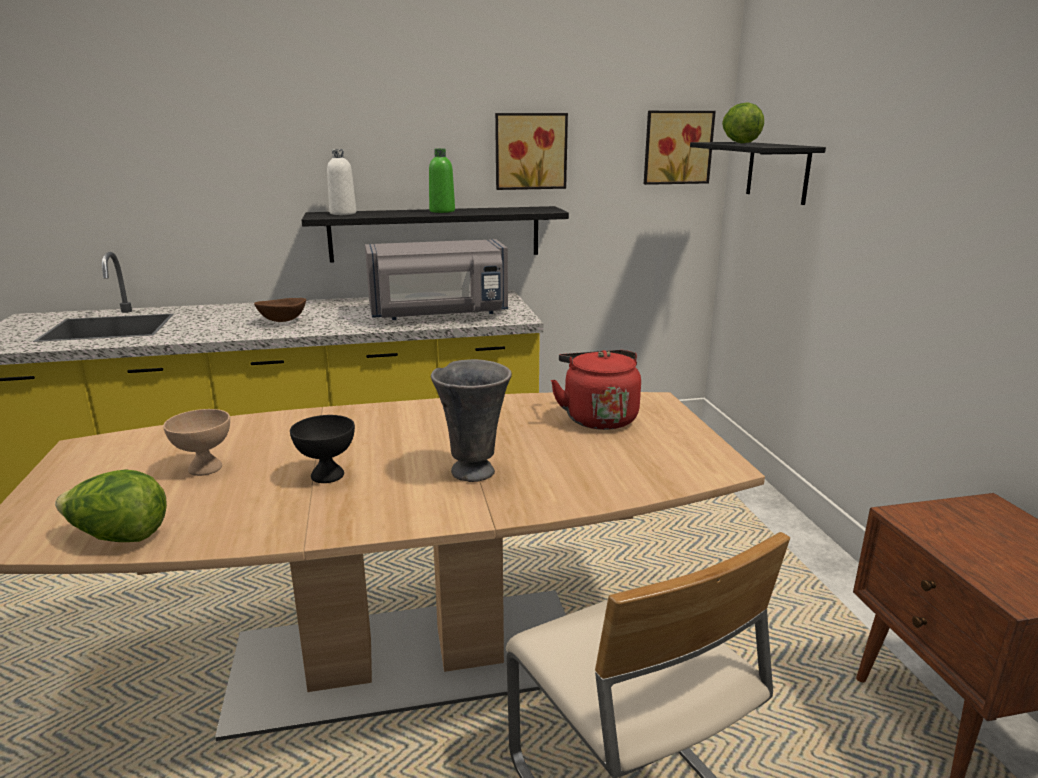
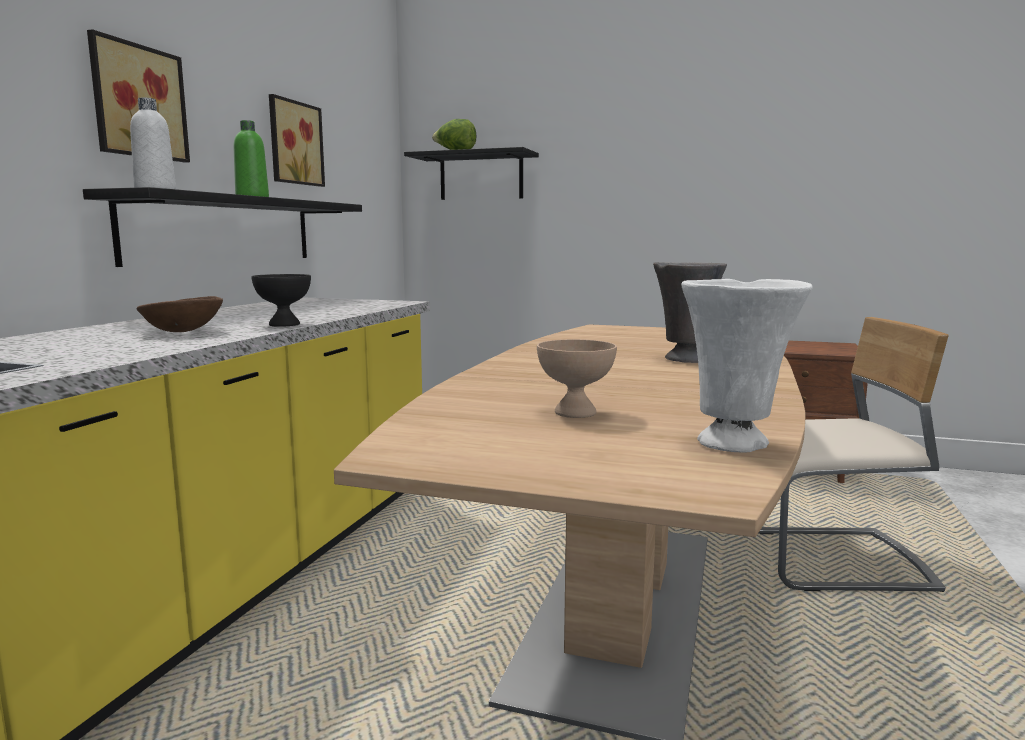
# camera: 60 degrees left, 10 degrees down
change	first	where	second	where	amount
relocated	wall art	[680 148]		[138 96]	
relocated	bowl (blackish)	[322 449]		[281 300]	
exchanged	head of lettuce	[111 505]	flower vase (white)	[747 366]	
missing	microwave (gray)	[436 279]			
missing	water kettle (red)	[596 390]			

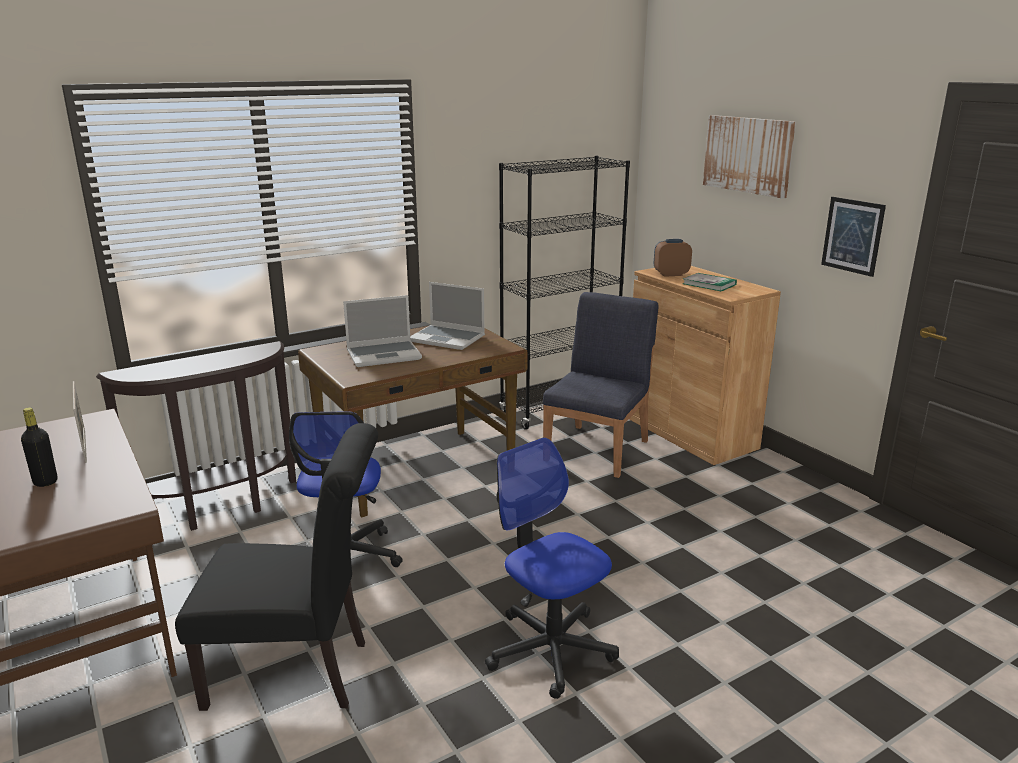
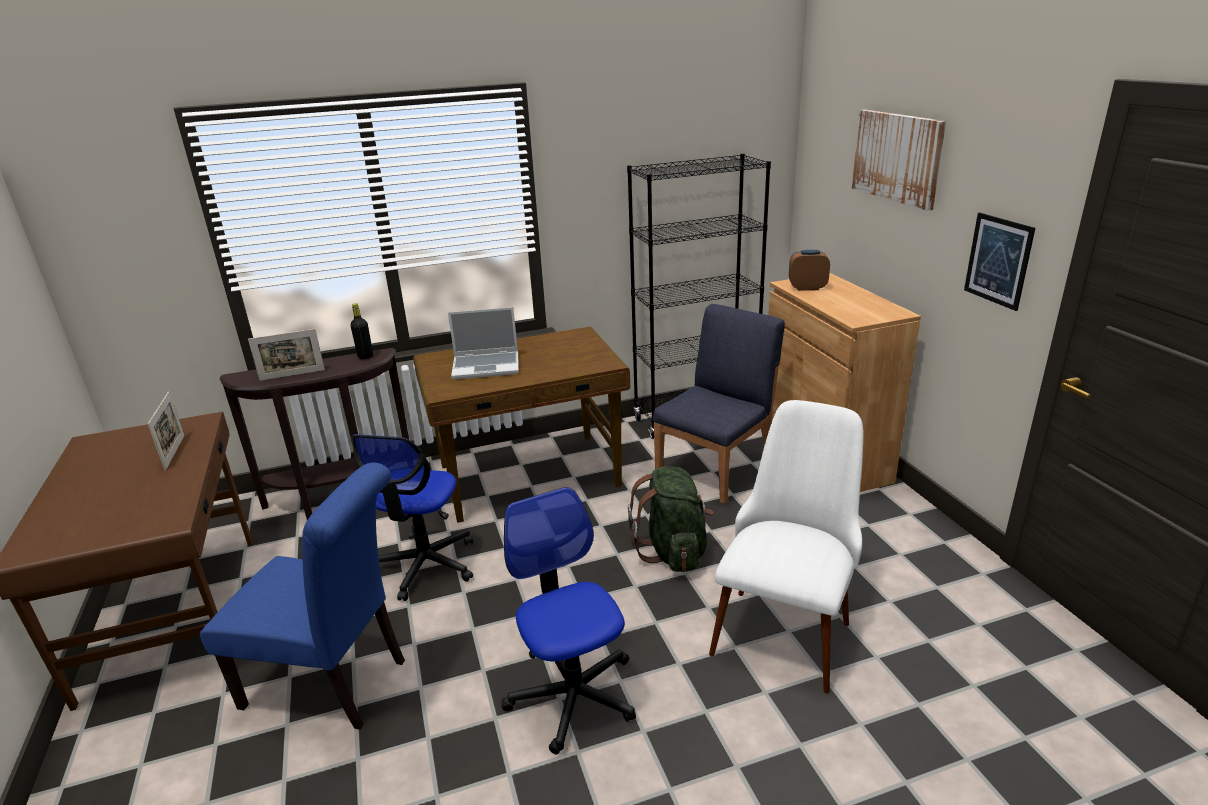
# camera: 15 degrees right, 5 degrees up
change	first	where	second	where	amount
colour	plain chair (blackish)	[276 567]	plain chair (blue)	[302 596]	
appeared			picture frame	[286 355]	
relocated	drink bottle (blackish)	[39 447]		[361 331]	
appeared			knapsack (green)	[670 519]	
appeared			plain chair (white)	[786 546]	
missing	notebook computer	[447 316]			
missing	bound book	[710 282]			

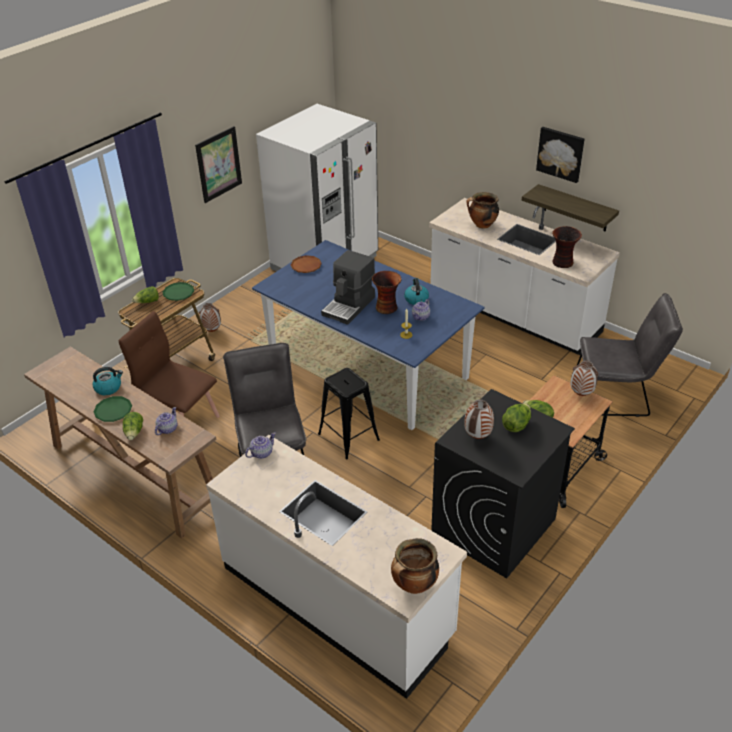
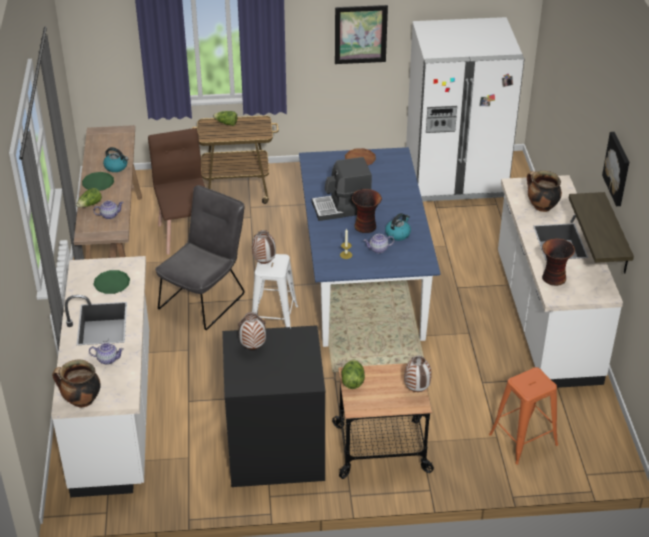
# camera: 45 degrees right, 0 degrees up
change	first	where	second	where	amount
relocated	pot for tea	[260 445]		[106 354]	
relocated	dinner plate (green)	[178 291]		[111 282]	
relocated	flower vase	[210 317]		[264 247]	
colour	stool (blackish)	[349 413]	stool (white)	[275 291]	
exchanged	plain chair (gray)	[630 355]	stool (orange-coloured)	[523 416]	
missing	head of lettuce	[516 418]			

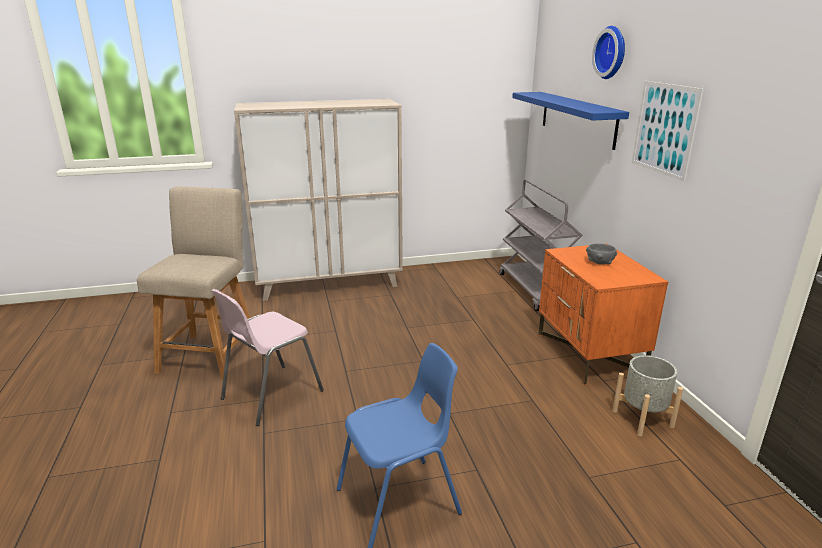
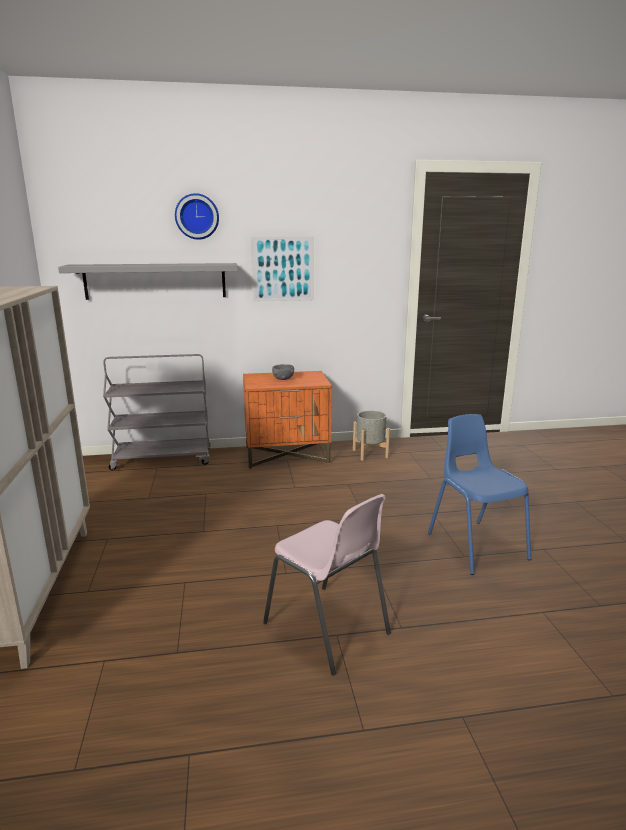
# camera: 85 degrees left, 5 degrees down
change	first	where	second	where	amount
colour	bracket shelf (blue)	[570 121]	bracket shelf (gray)	[148 281]	
missing	plain chair (beige)	[193 283]			

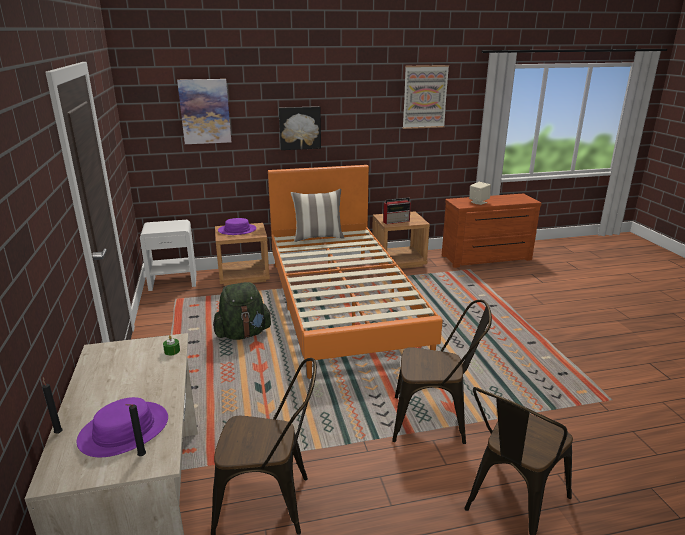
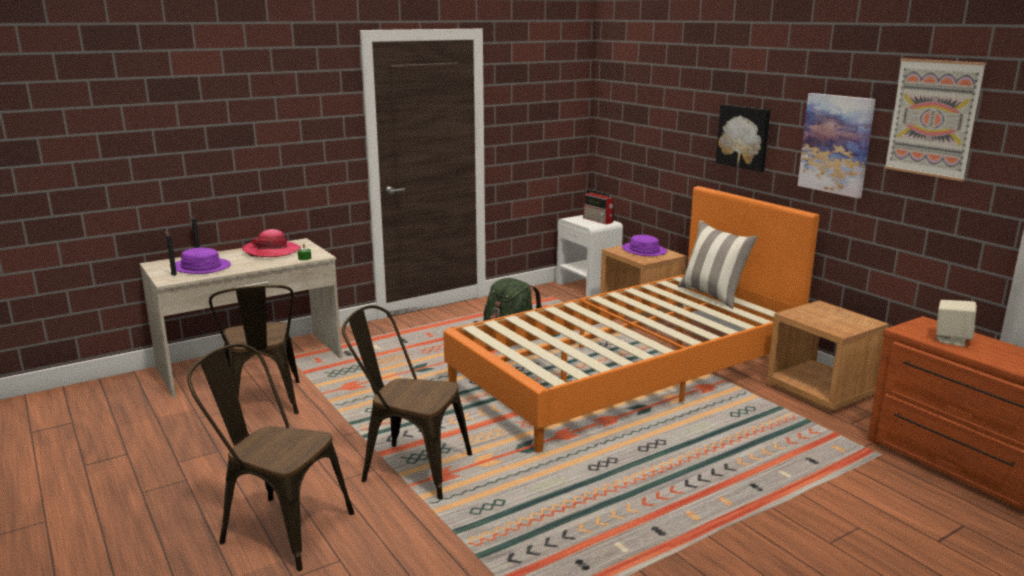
# camera: 70 degrees right, 5 degrees down
change	first	where	second	where	amount
appeared			clothing hat	[271 243]	
spun	plain chair (brown-coloured)	[442 372]		[407 402]	120 degrees clockwise
relocated	radio	[397 210]		[599 206]	
relocated	wall art	[204 111]		[836 145]	

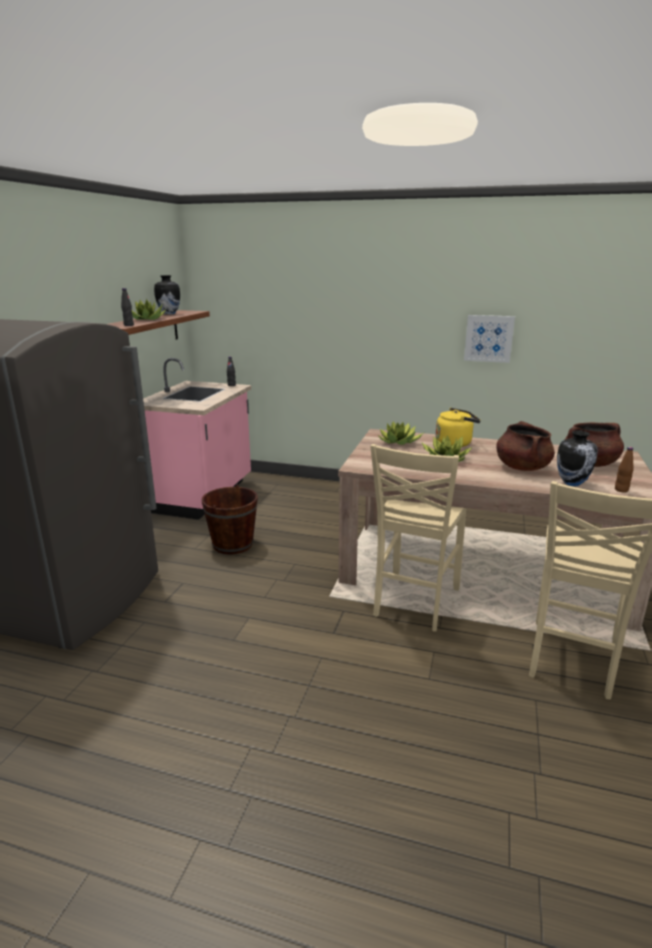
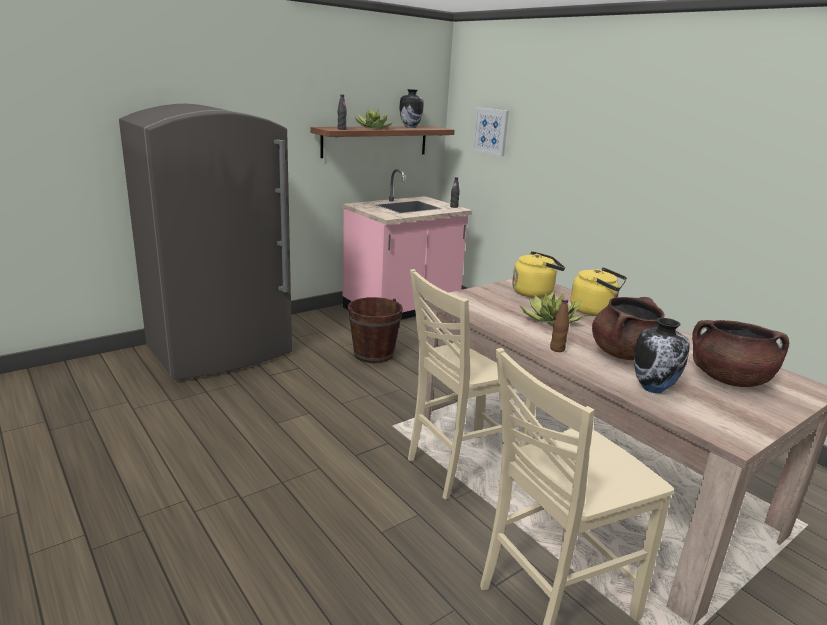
# camera: 35 degrees right, 0 degrees up
change	first	where	second	where	amount
relocated	wall art	[489 339]		[490 132]	
exchanged	plant in a pot	[400 433]	water kettle (yellow-coloured)	[538 274]	
relocated	drink bottle (brown-coloured)	[624 470]		[559 325]	

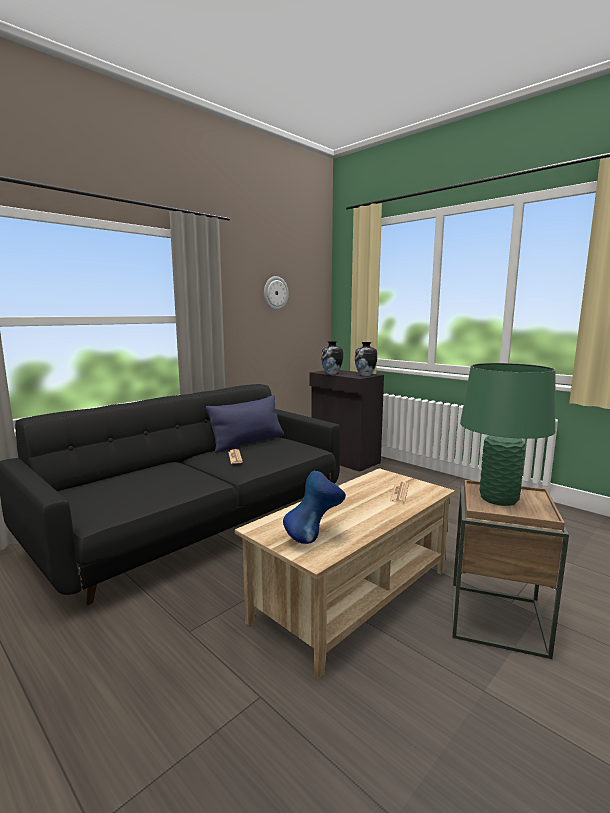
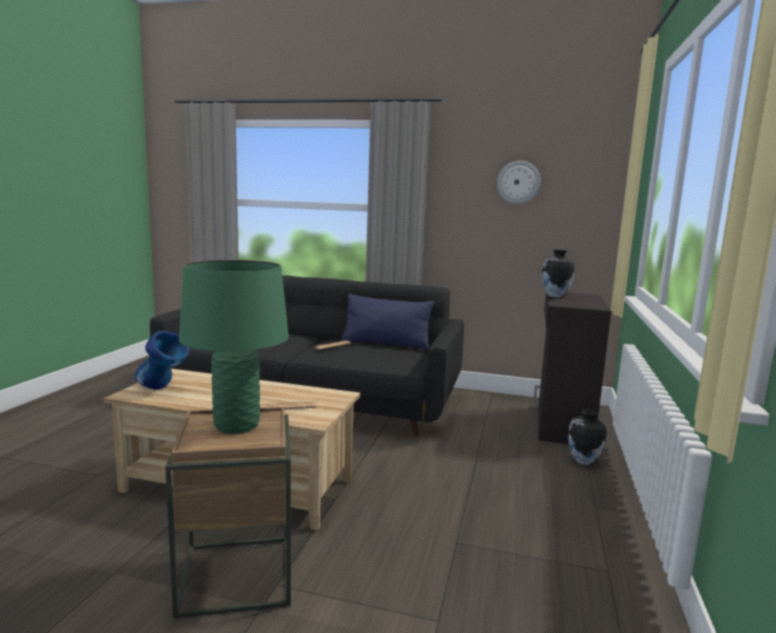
# camera: 60 degrees right, 0 degrees up
change	first	where	second	where	amount
relocated	flower vase	[366 359]		[587 437]	

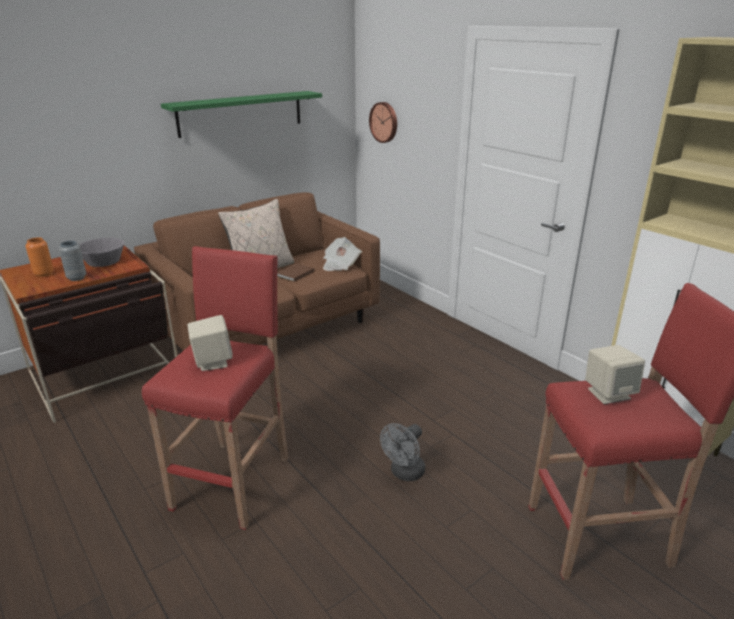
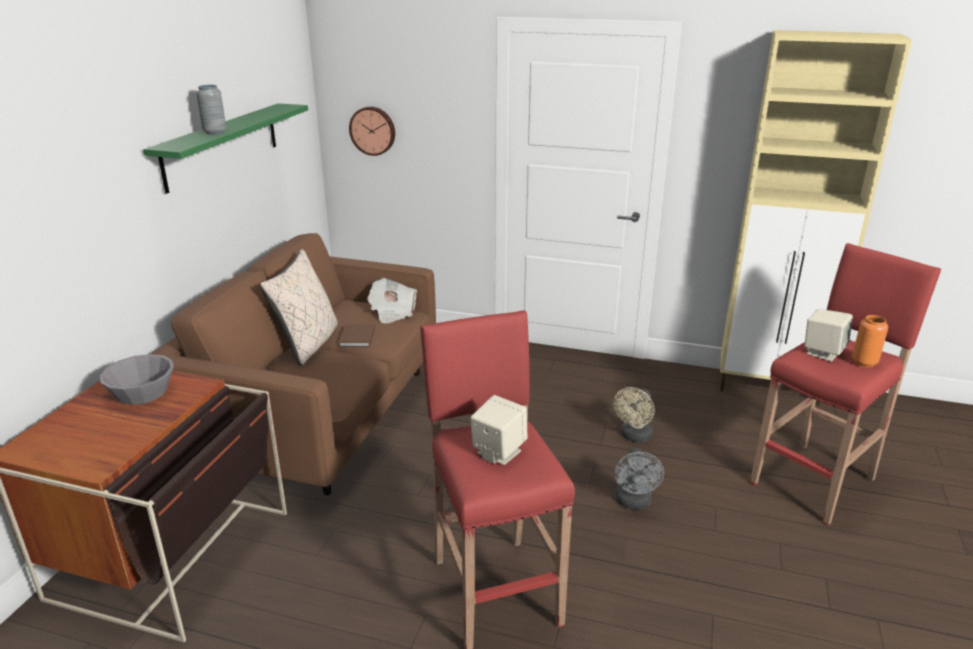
# camera: 35 degrees left, 0 degrees up
change	first	where	second	where	amount
relocated	flower vase (gray)	[72 261]		[211 110]	
appeared			fan (beige)	[634 415]	
relocated	flower vase (orange-coloured)	[40 257]		[870 341]	

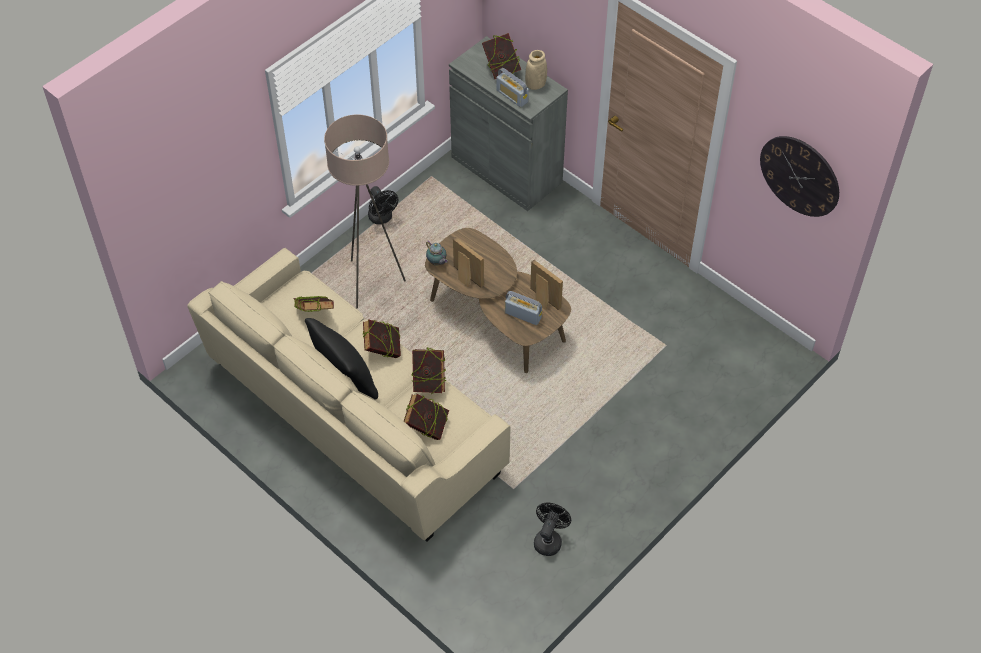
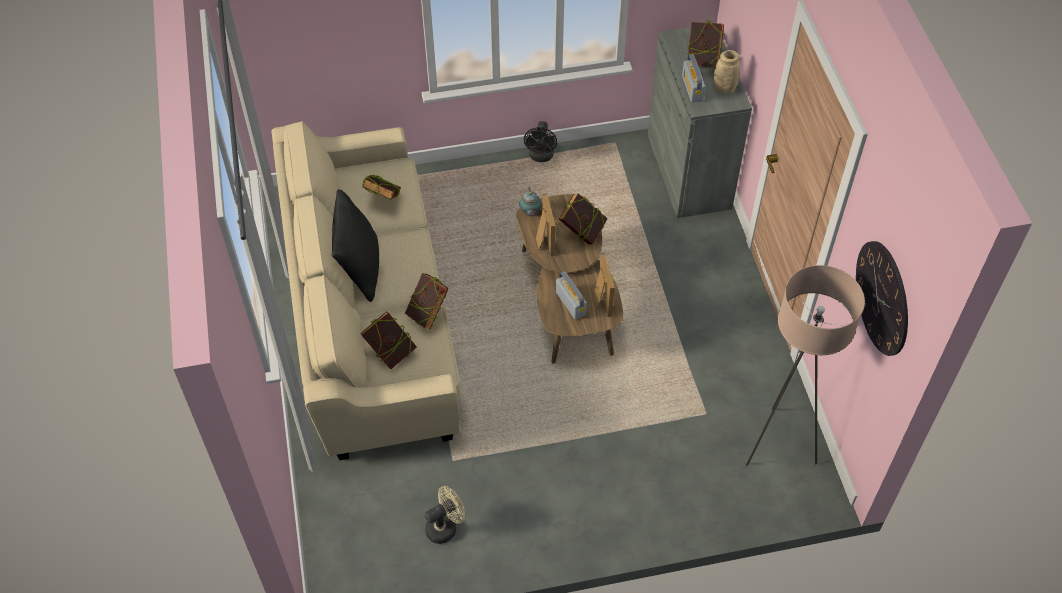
# camera: 35 degrees right, 0 degrees up
change	first	where	second	where	amount
colour	fan (blackish)	[552 529]	fan (beige)	[445 515]	
relocated	bound book	[382 338]		[583 219]	
relocated	floor lamp (beige)	[365 211]		[805 365]	

